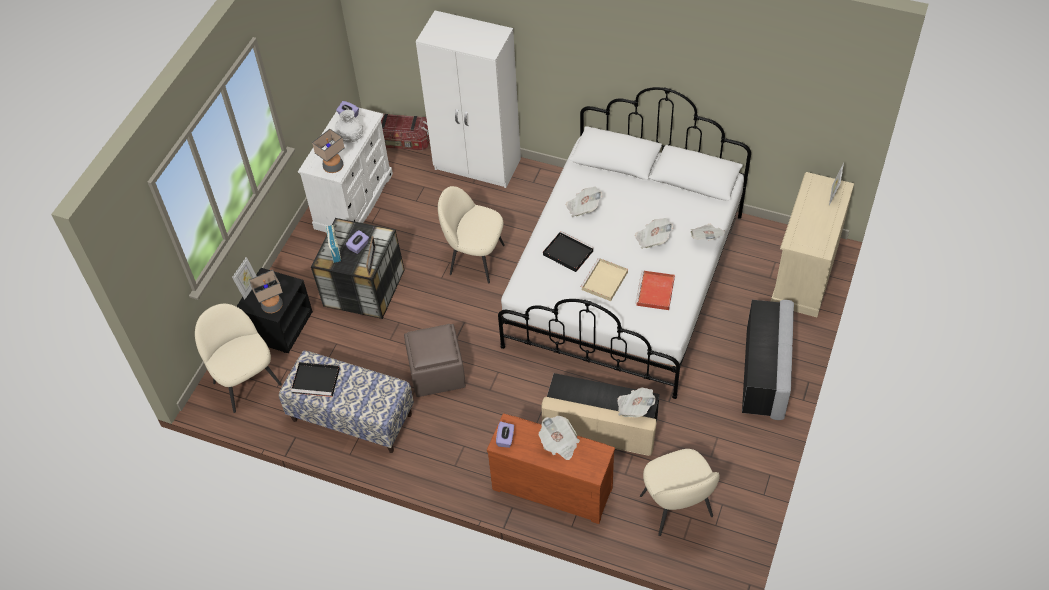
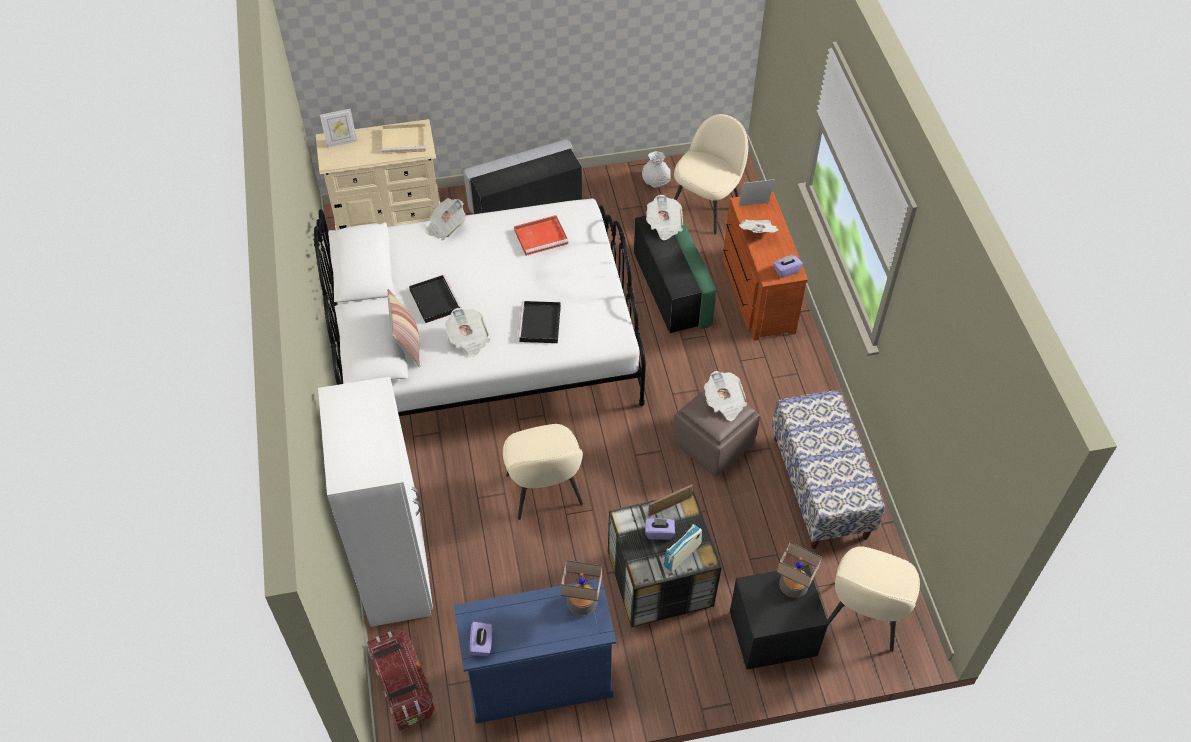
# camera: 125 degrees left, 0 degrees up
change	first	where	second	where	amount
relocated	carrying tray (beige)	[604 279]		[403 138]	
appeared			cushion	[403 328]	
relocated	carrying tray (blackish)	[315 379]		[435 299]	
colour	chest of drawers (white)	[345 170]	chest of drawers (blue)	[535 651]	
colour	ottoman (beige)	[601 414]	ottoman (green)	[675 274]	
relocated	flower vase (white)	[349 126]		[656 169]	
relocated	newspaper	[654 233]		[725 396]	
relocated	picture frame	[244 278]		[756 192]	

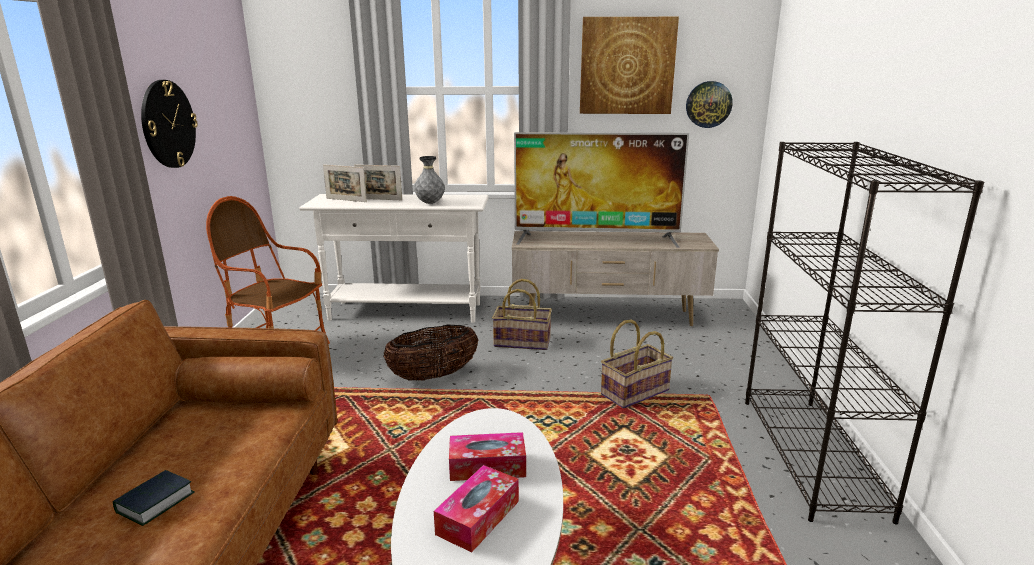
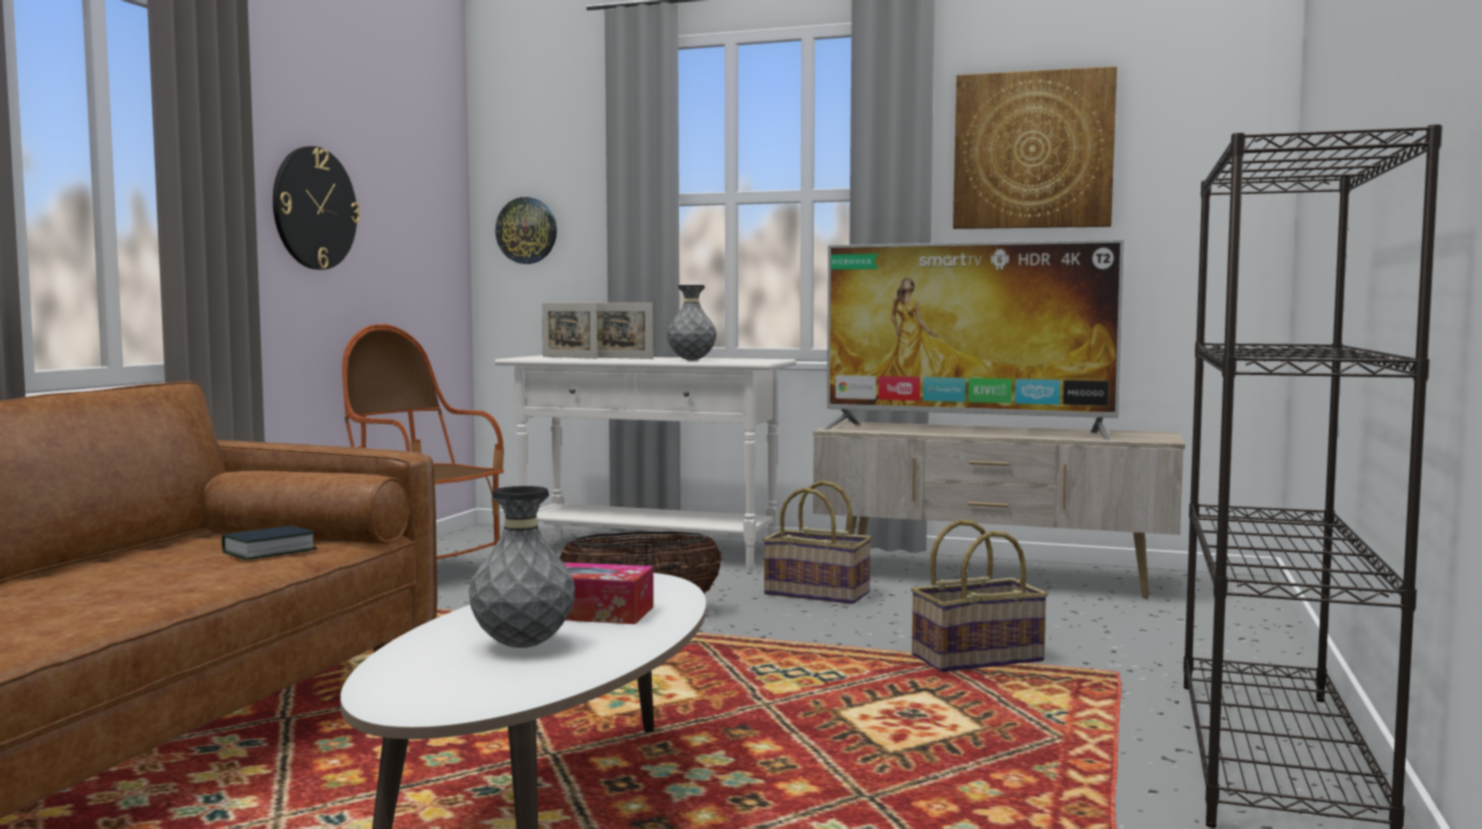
# camera: 15 degrees right, 15 degrees down
change	first	where	second	where	amount
relocated	bound book	[154 498]		[269 543]	
exchanged	tissue box	[476 508]	flower vase (gray)	[522 567]	
relocated	hanging clock	[709 104]		[526 230]	

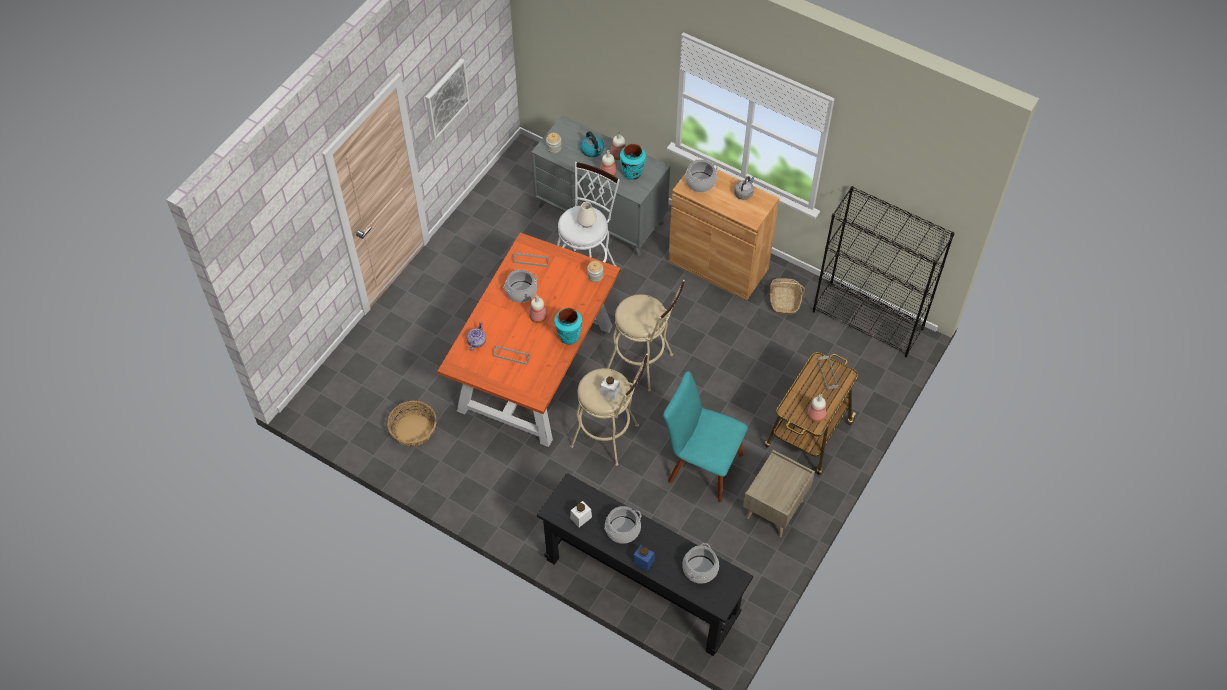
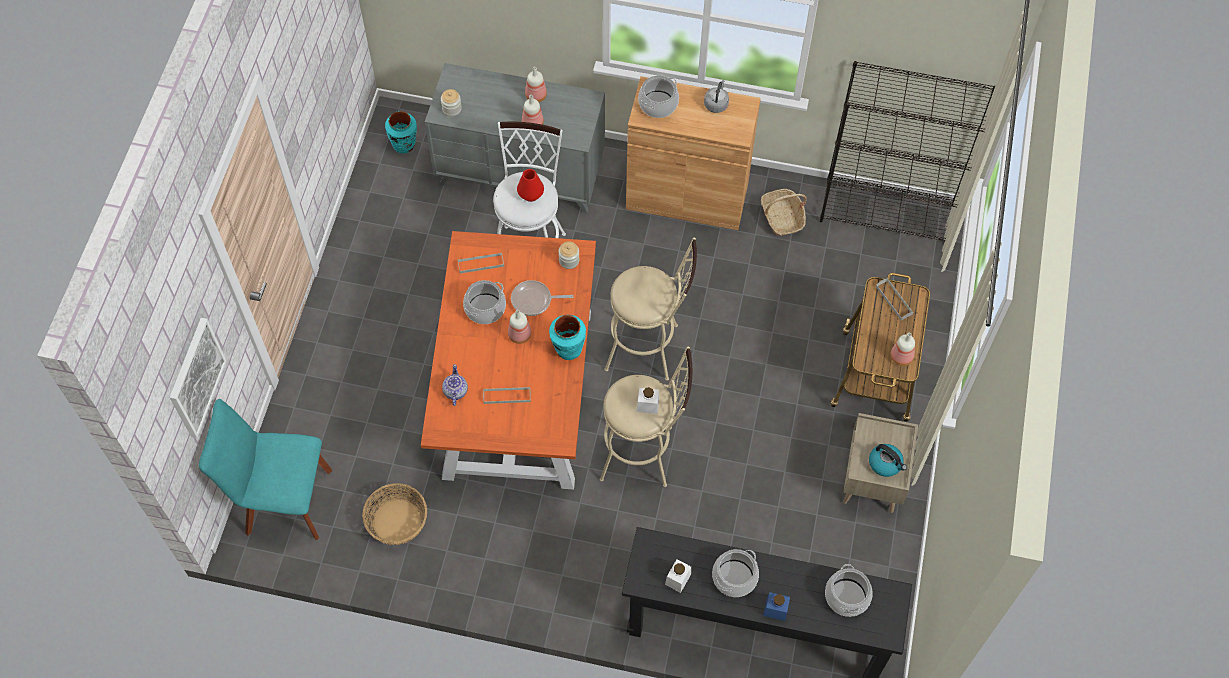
# camera: 20 degrees left, 5 degrees up
change	first	where	second	where	amount
relocated	wall art	[447 99]		[198 378]	
relocated	plain chair (turquoise-coloured)	[705 436]		[265 469]	
relocated	flower vase (turquoise-coloured)	[633 162]		[401 132]	
appeared			pan	[542 298]	
colour	flower vase (white)	[586 215]	flower vase (red)	[530 185]	
relocated	water kettle	[592 144]		[888 460]	

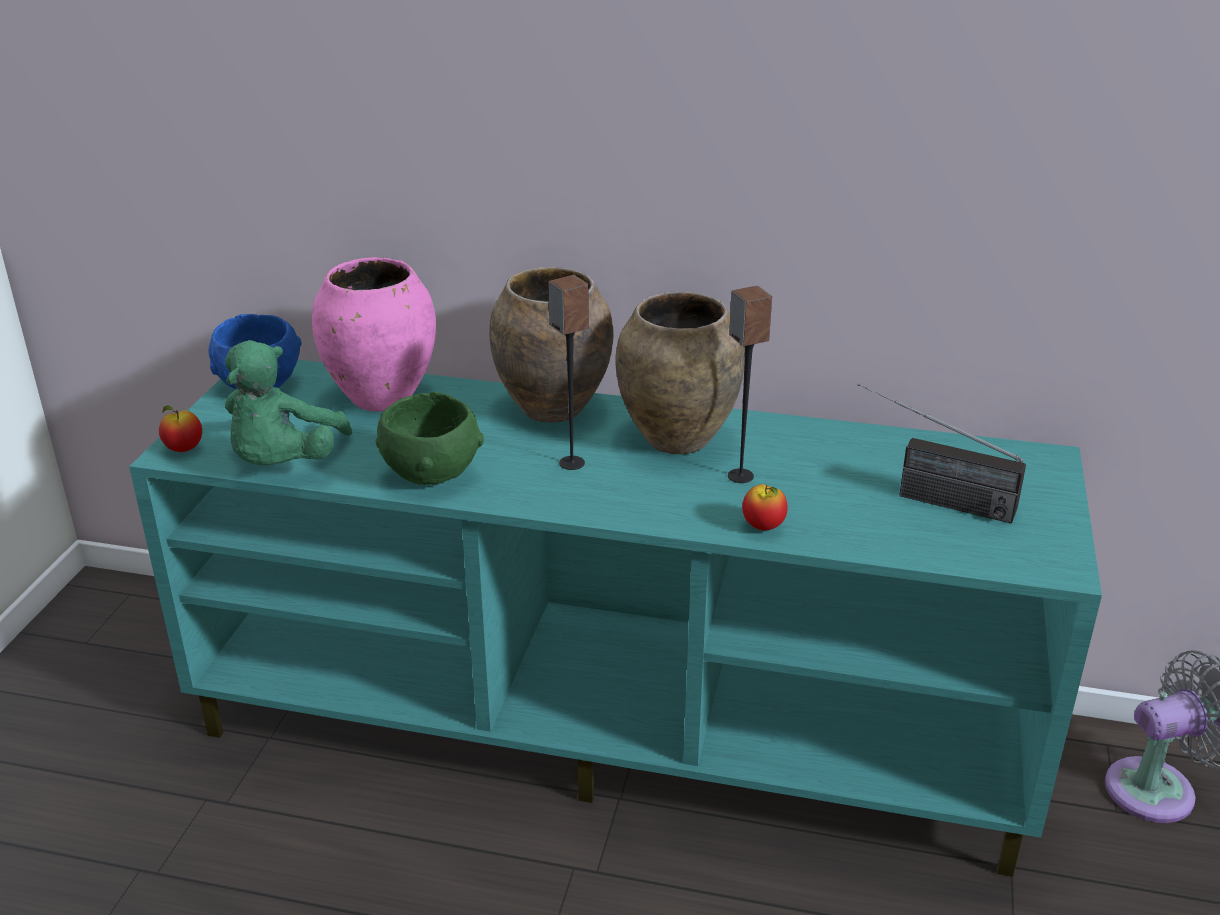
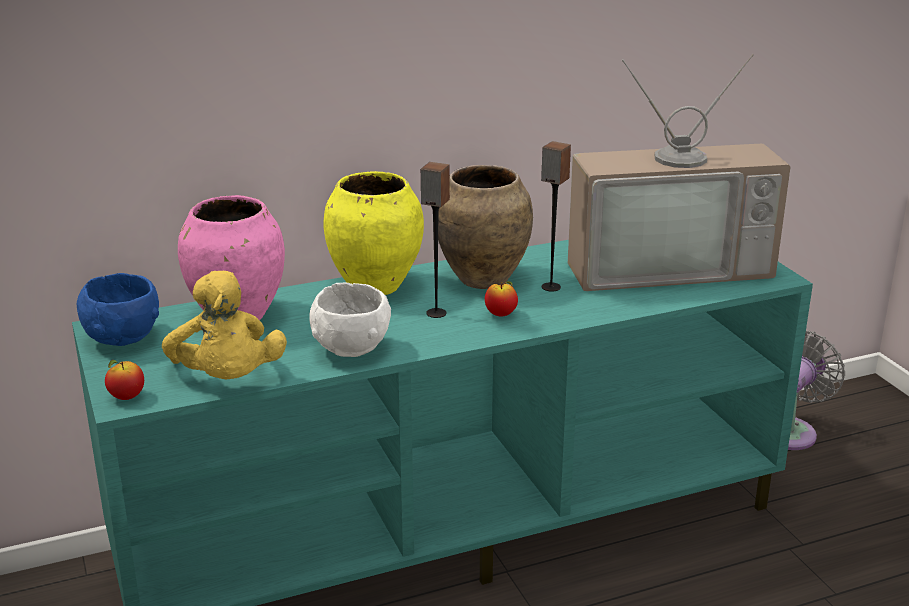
# camera: 35 degrees left, 5 degrees down
change	first	where	second	where	amount
colour	plush toy (green)	[288 402]	plush toy (yellow-coloured)	[224 325]	
colour	bowl (green)	[430 438]	bowl (white)	[350 319]	
colour	flower vase (brown-coloured)	[551 345]	flower vase (yellow-coloured)	[373 233]	
relocated	apple	[765 507]		[501 298]	
exchanged	radio	[941 453]	TV set	[679 172]	

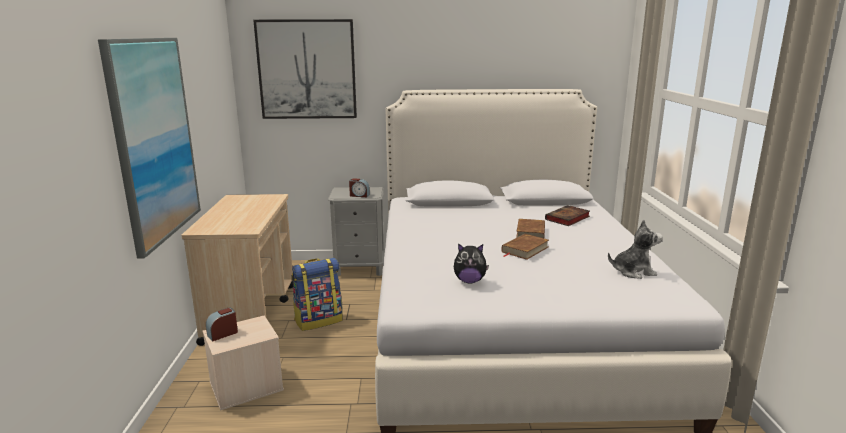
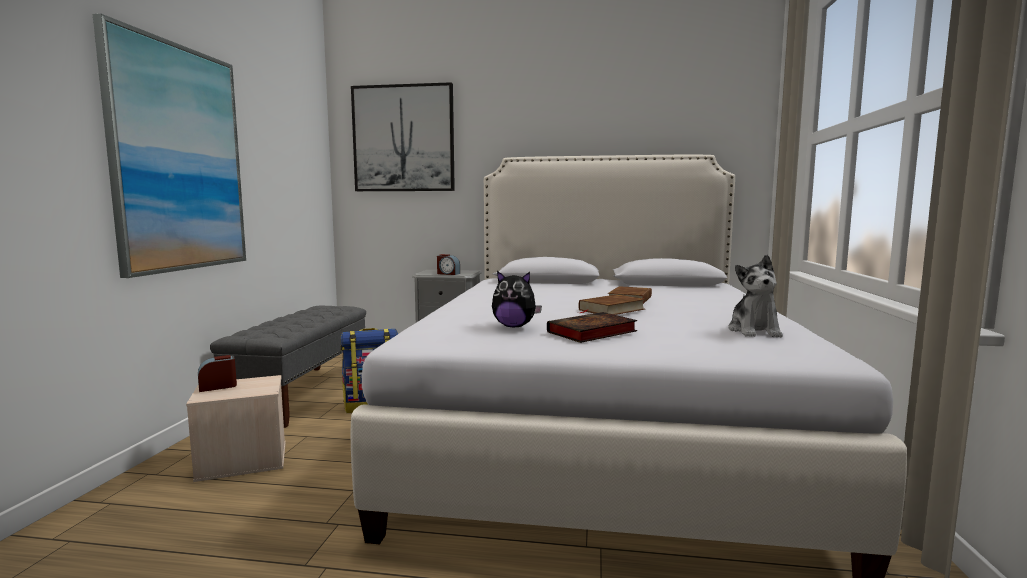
# camera: 10 degrees right, 10 degrees down
change	first	where	second	where	amount
exchanged	trolley (beige)	[237 270]	long seat (gray)	[288 367]	
relocated	bound book	[567 215]		[592 327]	
spun	plush toy	[635 249]		[755 296]	90 degrees clockwise

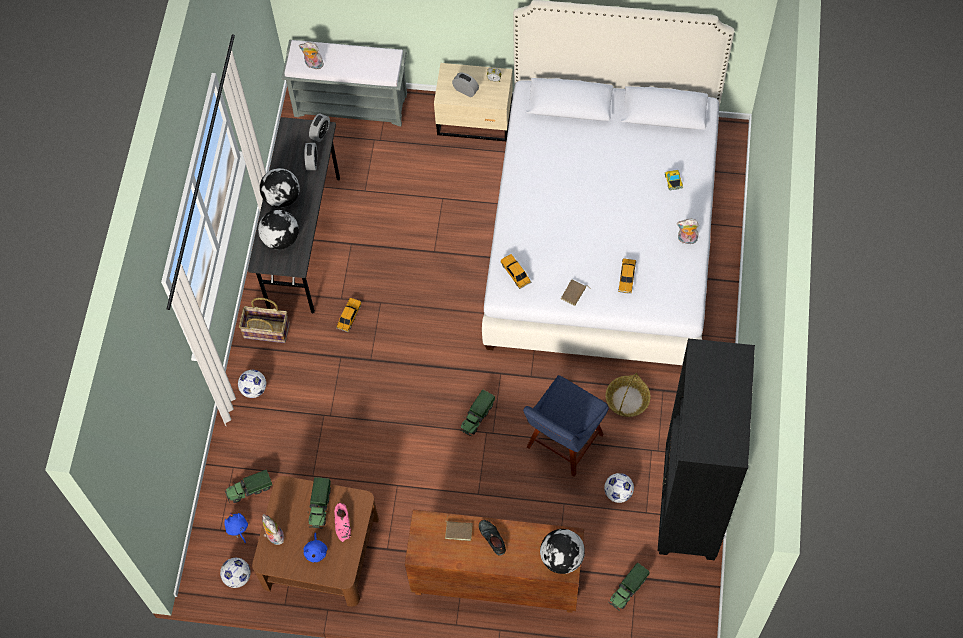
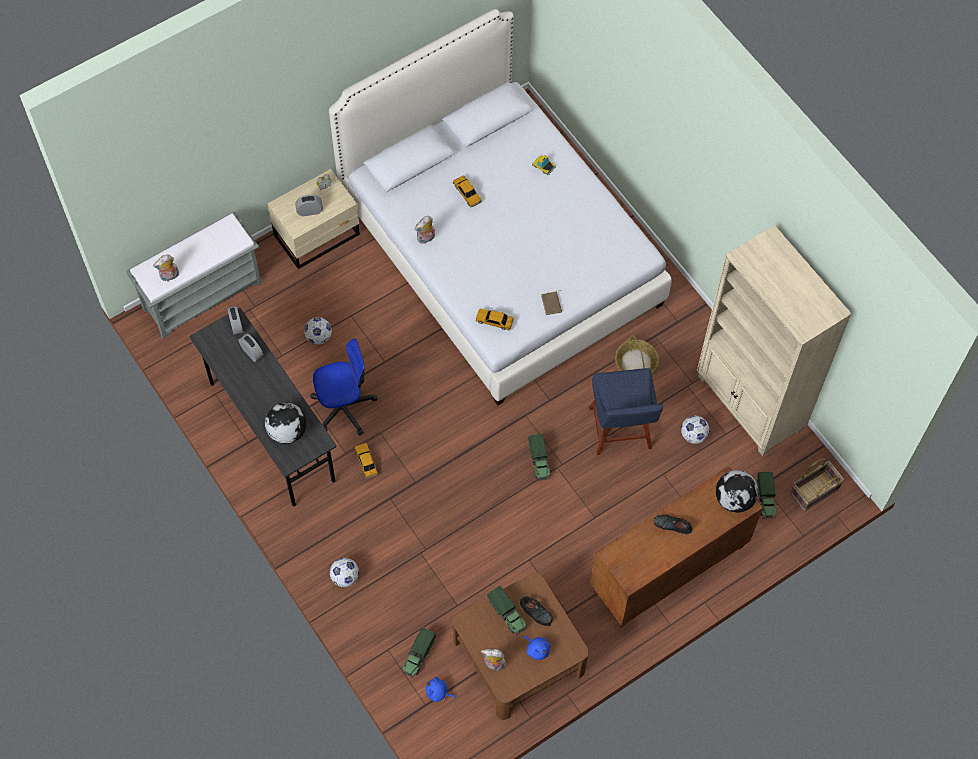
# camera: 45 degrees left, 0 degrees up
change	first	where	second	where	amount
relocated	football	[235 573]		[318 331]	
appeared			computer chair	[344 386]	
relocated	plush toy	[688 232]		[425 230]	
relocated	toy car	[627 276]		[467 191]	
colour	shoe (pink)	[342 522]	shoe (blackish)	[536 611]	
colour	bookshelf (blackish)	[706 449]	bookshelf (beige)	[774 340]	
relocated	storage basket	[264 320]		[817 485]	
missing	globe	[280 188]			
missing	bound book (brown-coloured)	[459 528]			

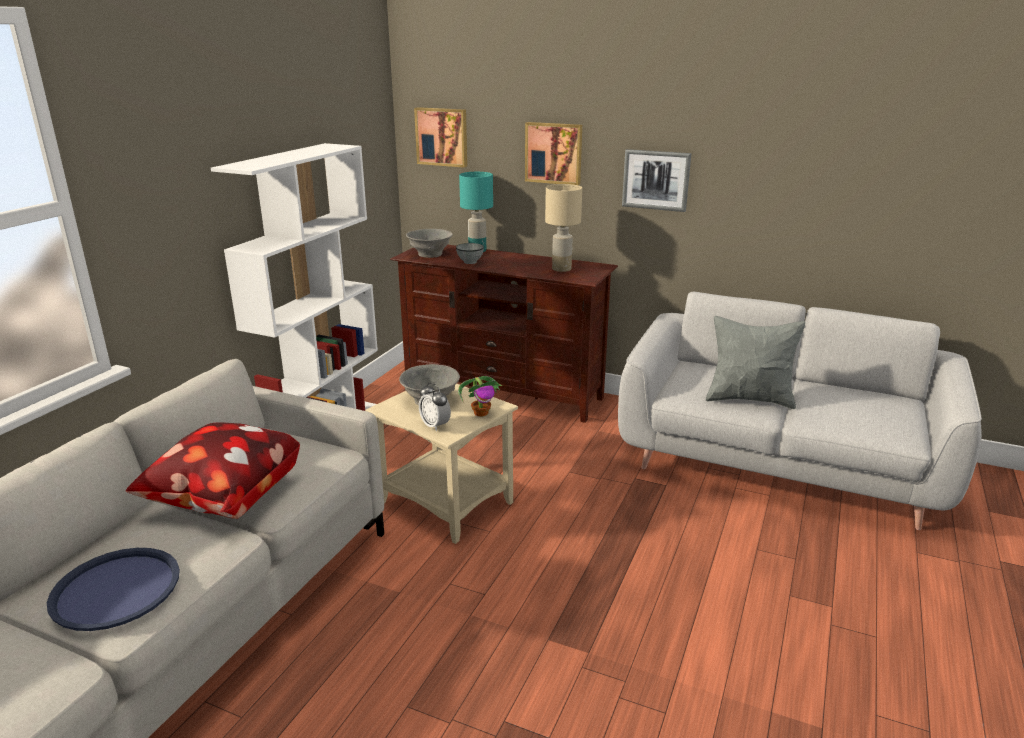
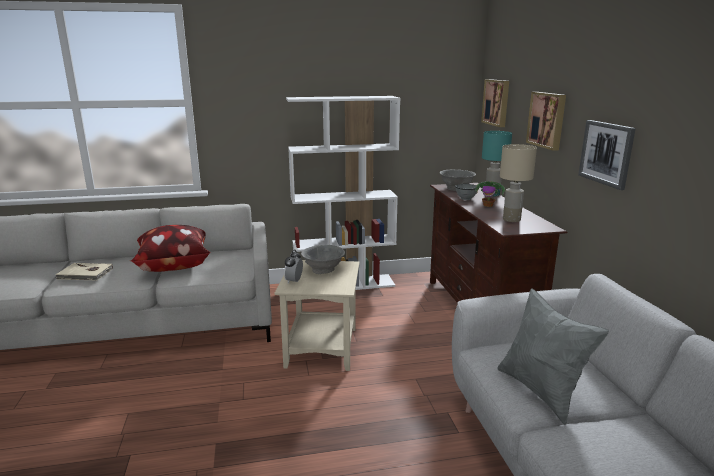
# camera: 55 degrees right, 5 degrees down
change	first	where	second	where	amount
exchanged	carrying tray (blue)	[113 589]	bound book (beige)	[84 272]	
relocated	plant in a pot	[480 396]		[490 194]	

